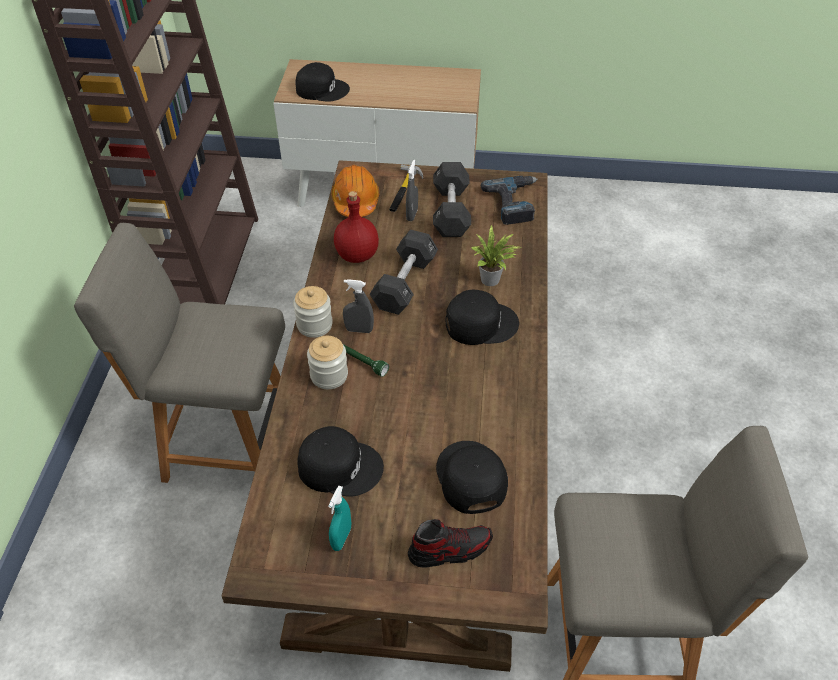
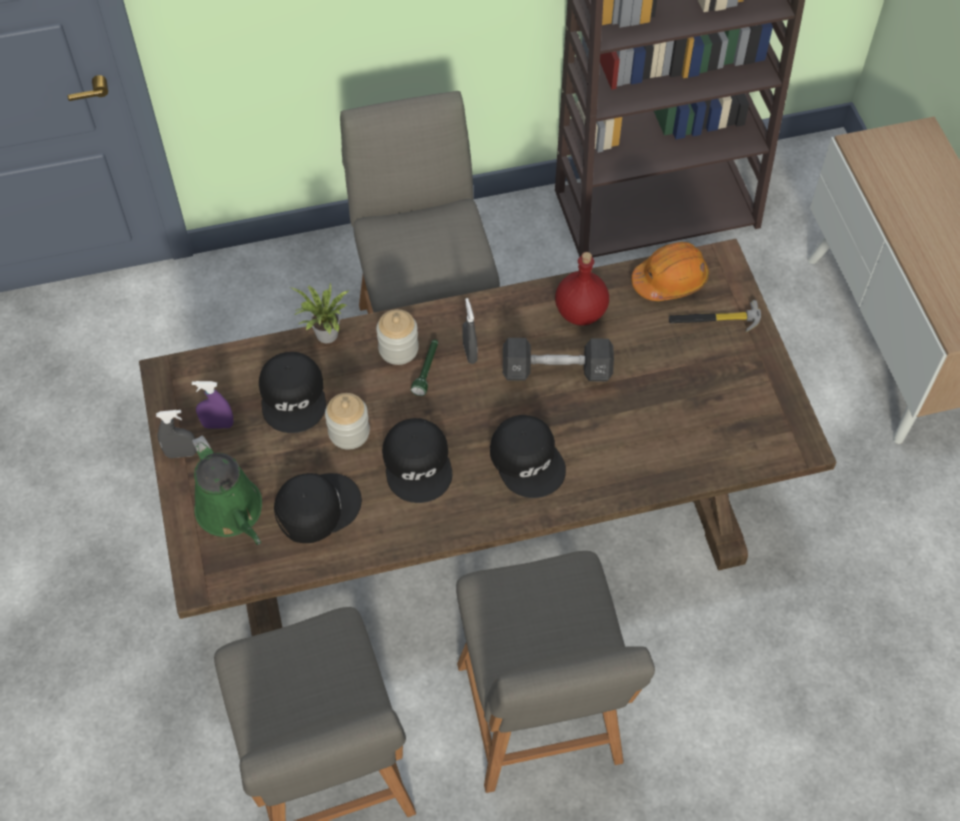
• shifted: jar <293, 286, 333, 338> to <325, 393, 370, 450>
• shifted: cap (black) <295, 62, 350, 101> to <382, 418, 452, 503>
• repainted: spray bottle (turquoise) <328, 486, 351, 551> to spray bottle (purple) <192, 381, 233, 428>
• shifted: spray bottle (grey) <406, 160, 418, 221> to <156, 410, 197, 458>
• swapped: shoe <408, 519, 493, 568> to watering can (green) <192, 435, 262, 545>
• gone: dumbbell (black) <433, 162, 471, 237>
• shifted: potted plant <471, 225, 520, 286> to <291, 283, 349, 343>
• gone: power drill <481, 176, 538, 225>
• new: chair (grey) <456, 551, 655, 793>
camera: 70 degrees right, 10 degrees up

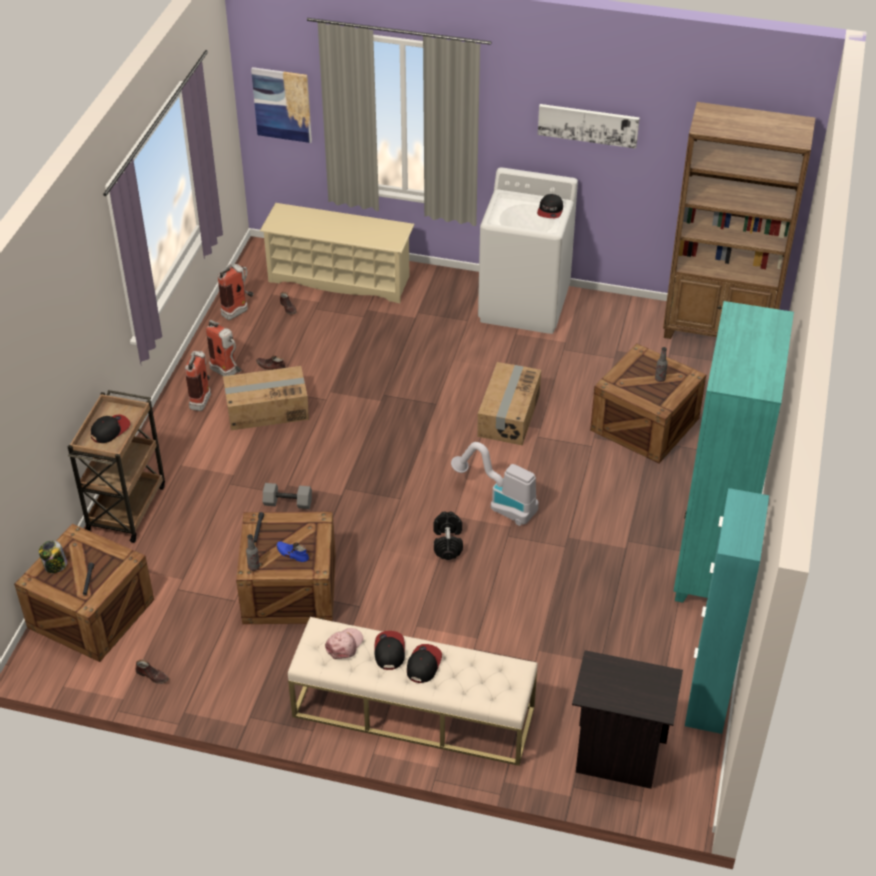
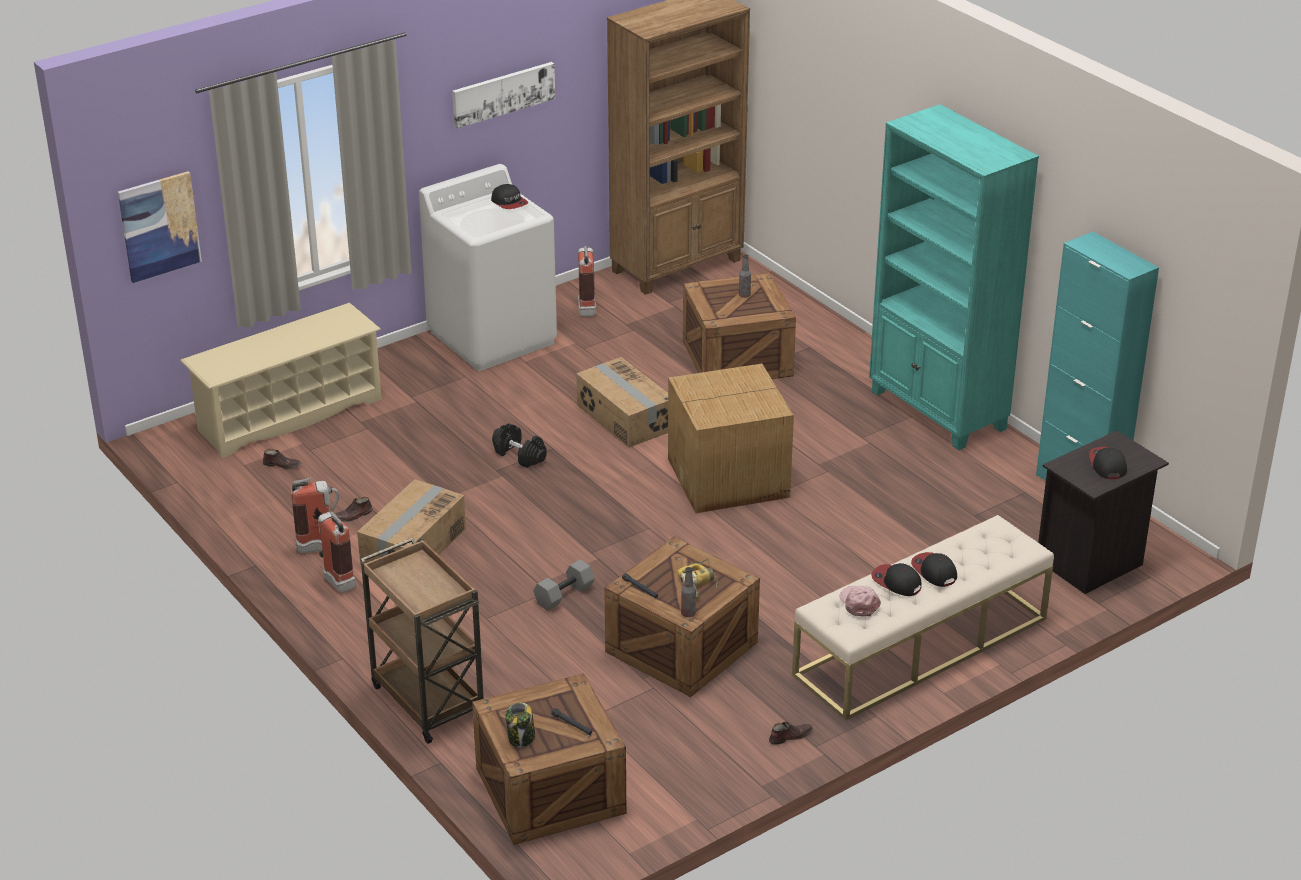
• shifted: cap <91, 414, 131, 443> to <1089, 447, 1127, 479>
• shifted: shoe (brown) <136, 660, 169, 684> to <769, 721, 813, 745>
• shifted: fire extinguisher <218, 264, 253, 320> to <578, 246, 596, 317>
• swapped: shoe (blue) <276, 541, 309, 562> to power drill <677, 558, 718, 599>
• shifted: dumbbell (black) <433, 511, 463, 560> to <492, 423, 547, 468>
• swapped: vacuum cleaner <451, 442, 539, 526> to cardboard box <668, 364, 794, 513>
camera: 50 degrees left, 10 degrees down

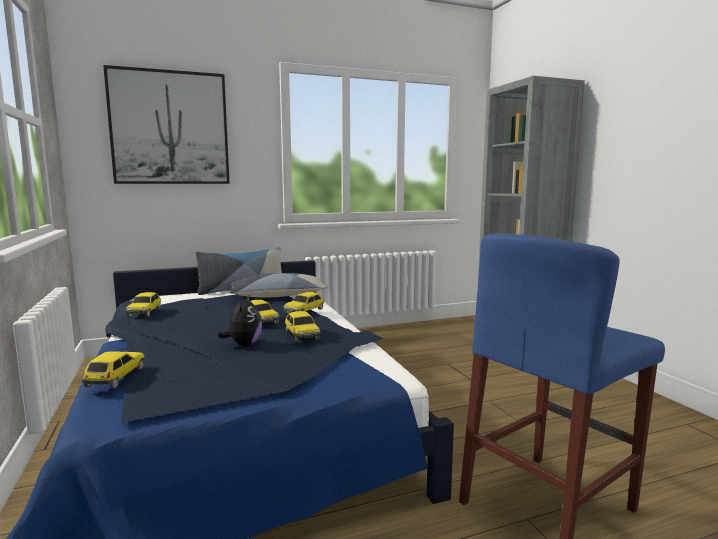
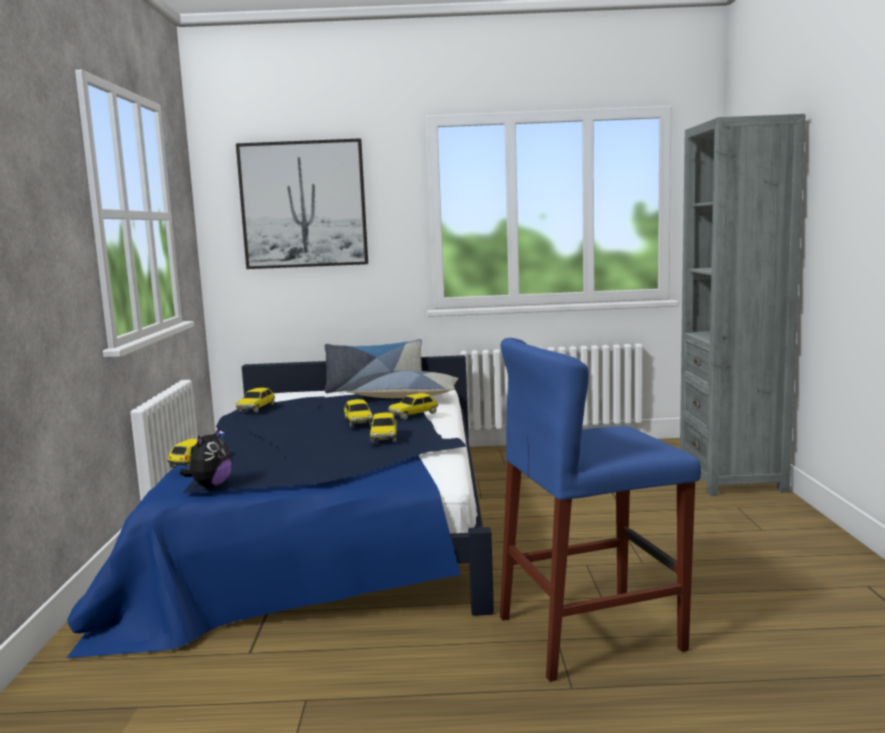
• shifted: plush toy <217, 294, 262, 346> to <180, 427, 233, 488>
camera: 20 degrees right, 0 degrees up

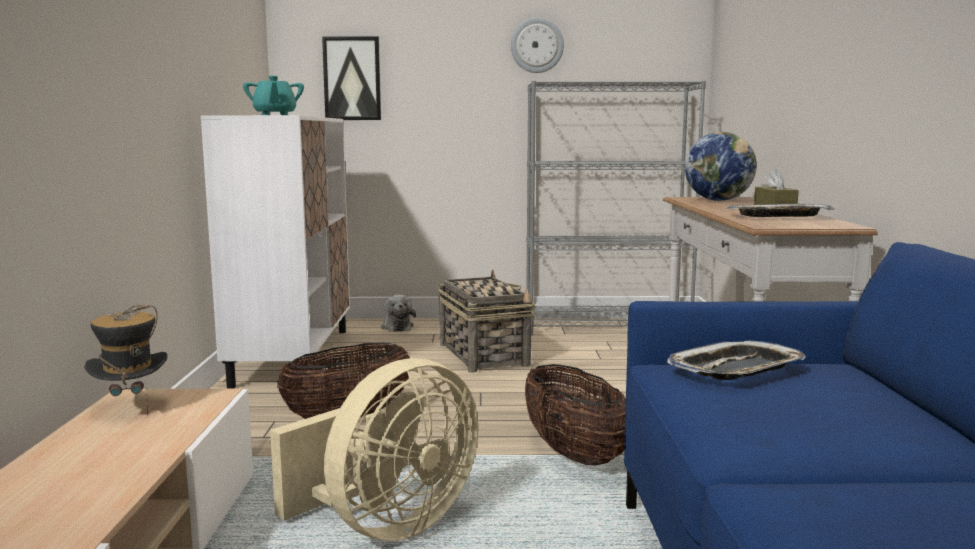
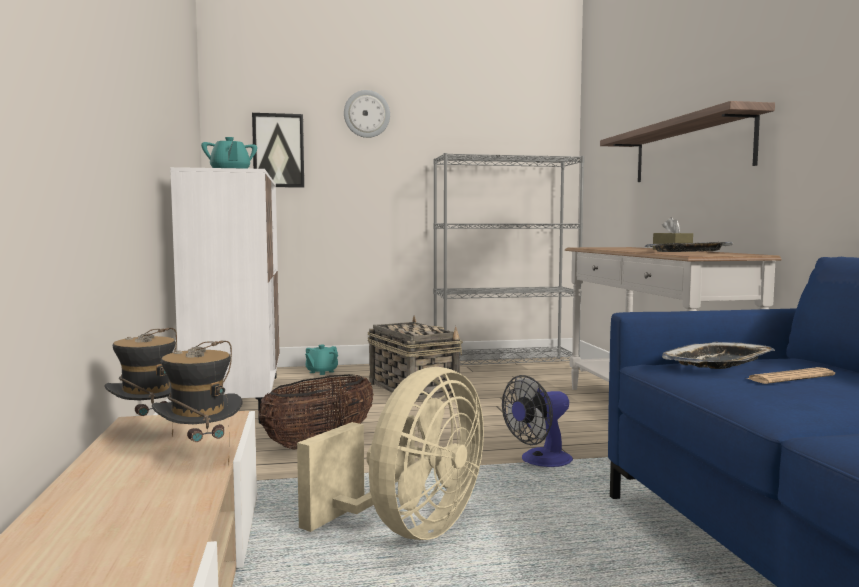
• swapped: plush toy <381, 295, 416, 332> to teapot (turquoise) <305, 345, 338, 375>
• shifted: wall clock <511, 17, 564, 73> to <344, 90, 390, 138>
• swapped: basket <525, 364, 626, 465> to fan <502, 375, 573, 467>
• gone: globe <685, 132, 757, 201>
• new: hat <152, 340, 243, 465>
• new: shelf <600, 101, 775, 182>
• new: newspaper <745, 367, 835, 384>
camera: 10 degrees left, 5 degrees down

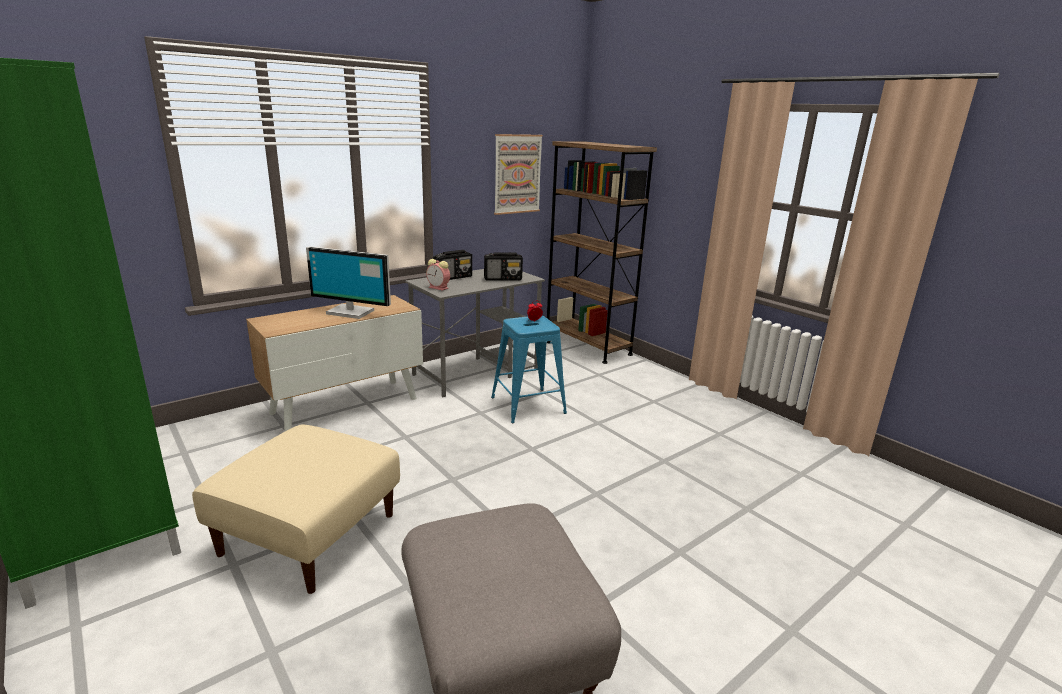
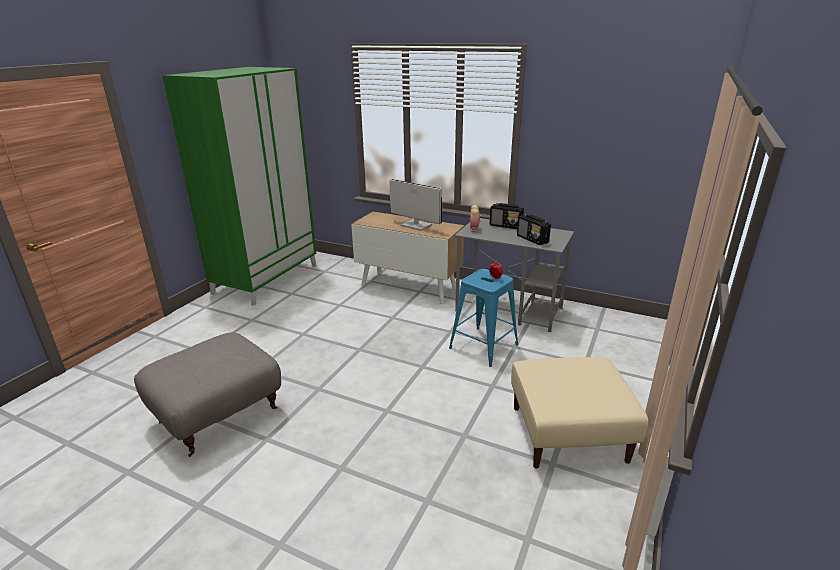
• shifted: ottoman (beige) <192, 425, 400, 594> to <511, 357, 648, 468>
• rotated: monitor <306, 246, 391, 319> = <389, 179, 442, 231> 135 degrees clockwise
• gone: picture <494, 134, 543, 215>
• gone: bookcase (brown) <547, 141, 657, 364>
camera: 65 degrees right, 5 degrees up

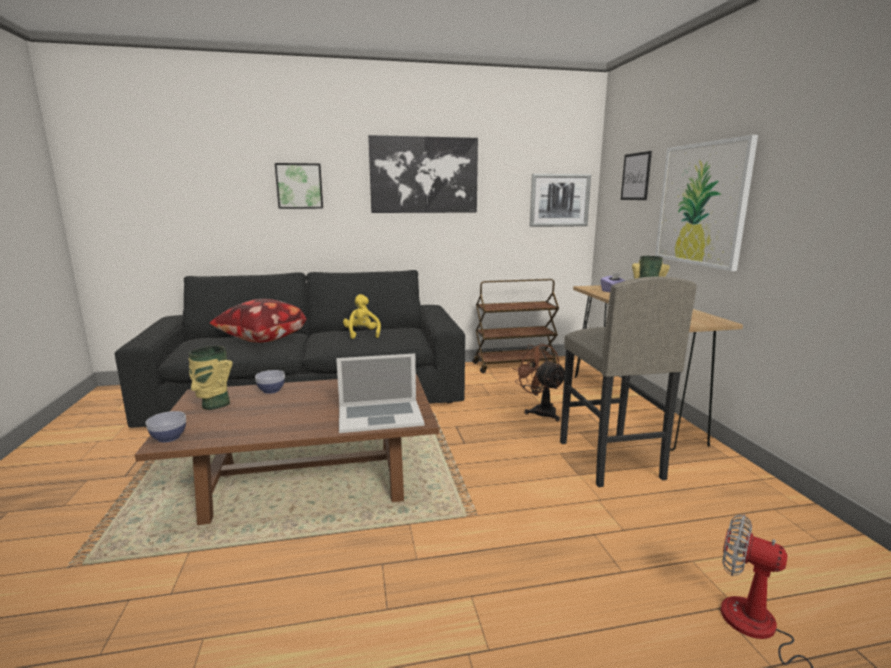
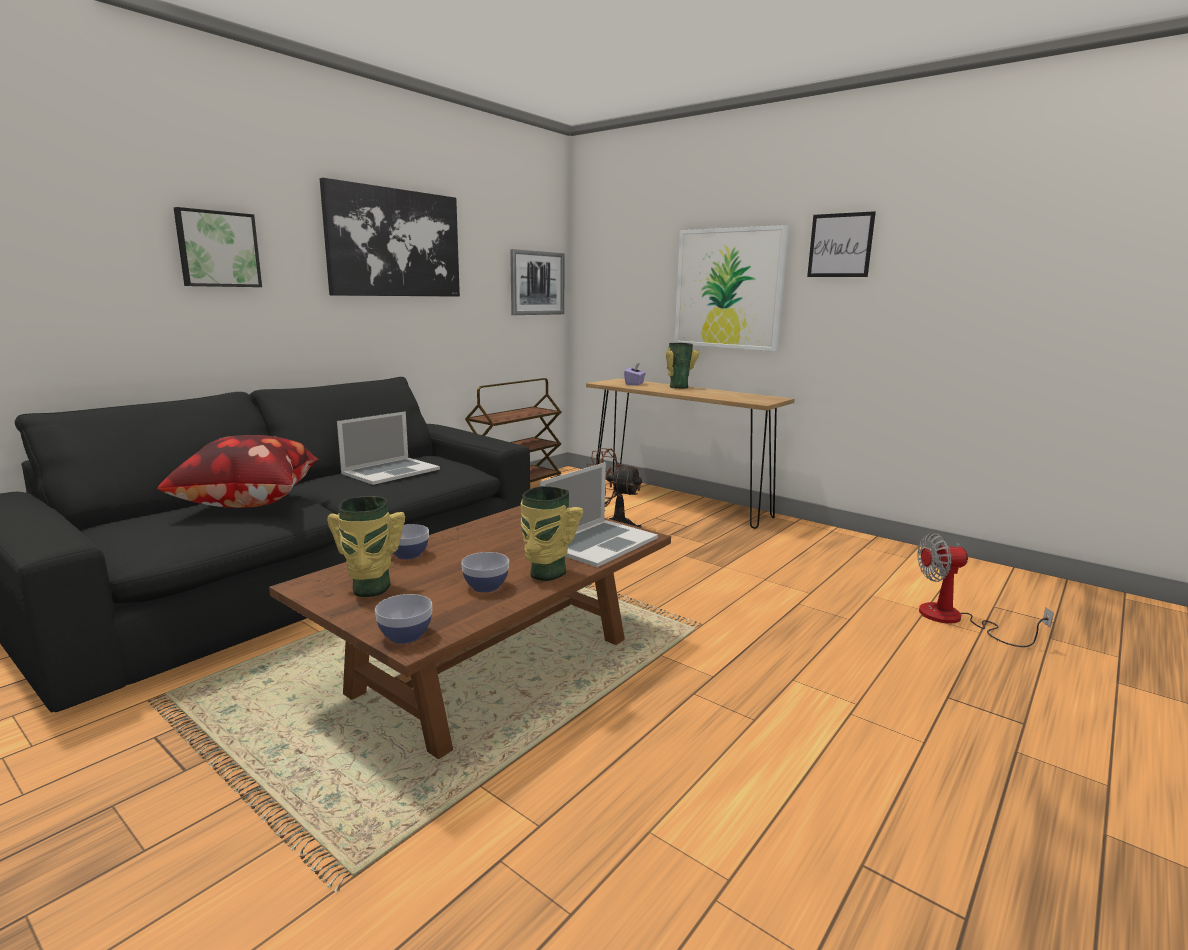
• swapped: plush toy (yellow) <343, 294, 381, 339> to laptop <337, 411, 440, 485>
• gone: stool (grey) <560, 276, 697, 487>
• shifted: picture <621, 151, 652, 200> to <807, 211, 876, 277>
• new: bowl <461, 552, 509, 593>
• new: vase <521, 486, 583, 581>
camera: 40 degrees left, 0 degrees up

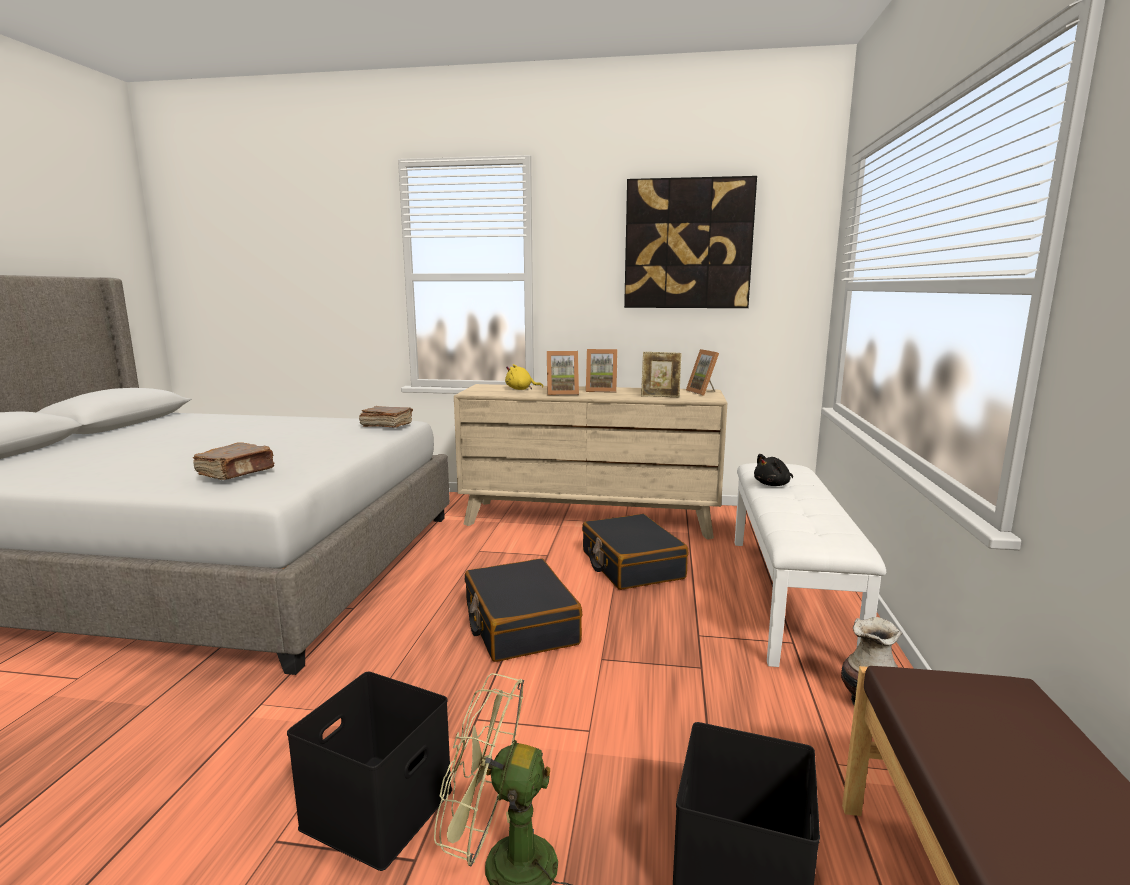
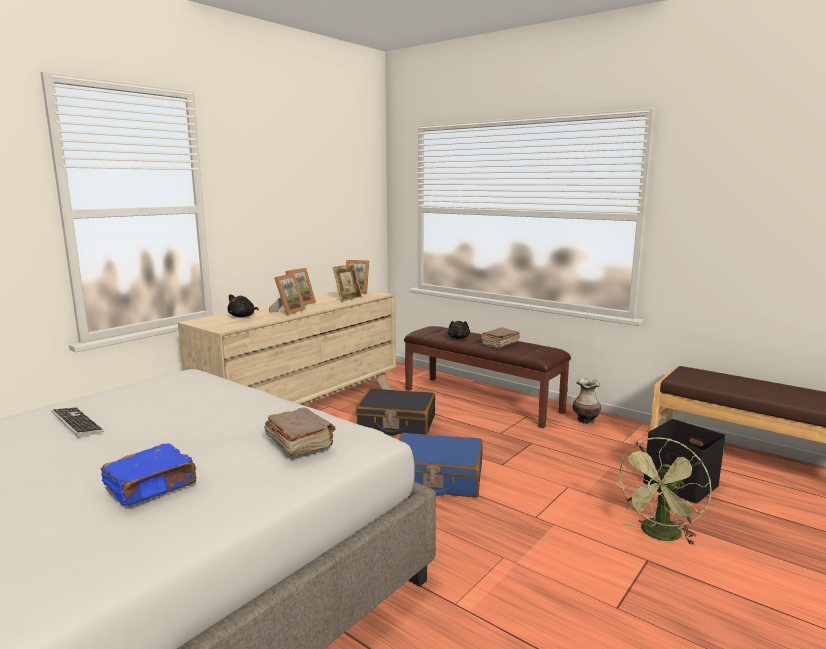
• gone: storage box (black) <287, 672, 452, 871>
• shifted: book (brown) <359, 406, 413, 428> to <481, 328, 520, 349>
• repainted: suitcase (black) <465, 558, 582, 662> to suitcase (blue) <399, 433, 483, 497>
• repainted: plush toy (yellow) <505, 364, 543, 390> to plush toy (black) <228, 294, 259, 317>
• gone: picture <624, 176, 757, 308>
• repainted: bench (white) <735, 463, 886, 667> to bench (brown) <404, 326, 571, 428>
• new: keyboard <51, 407, 104, 437>
• new: book (blue) <101, 443, 196, 506>
camera: 60 degrees left, 0 degrees up

